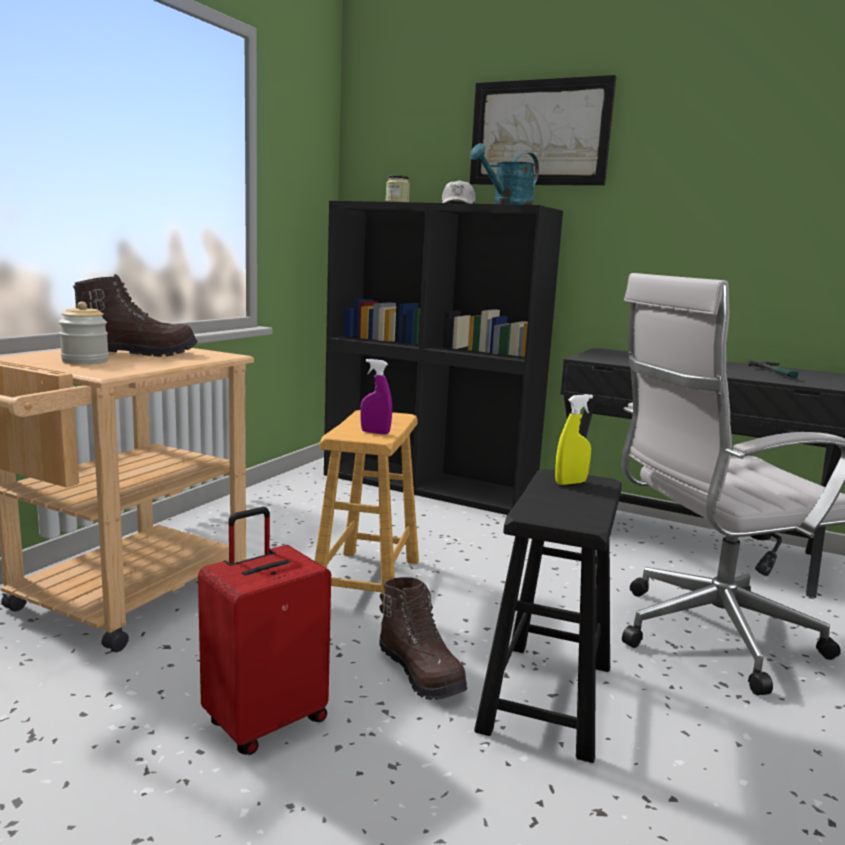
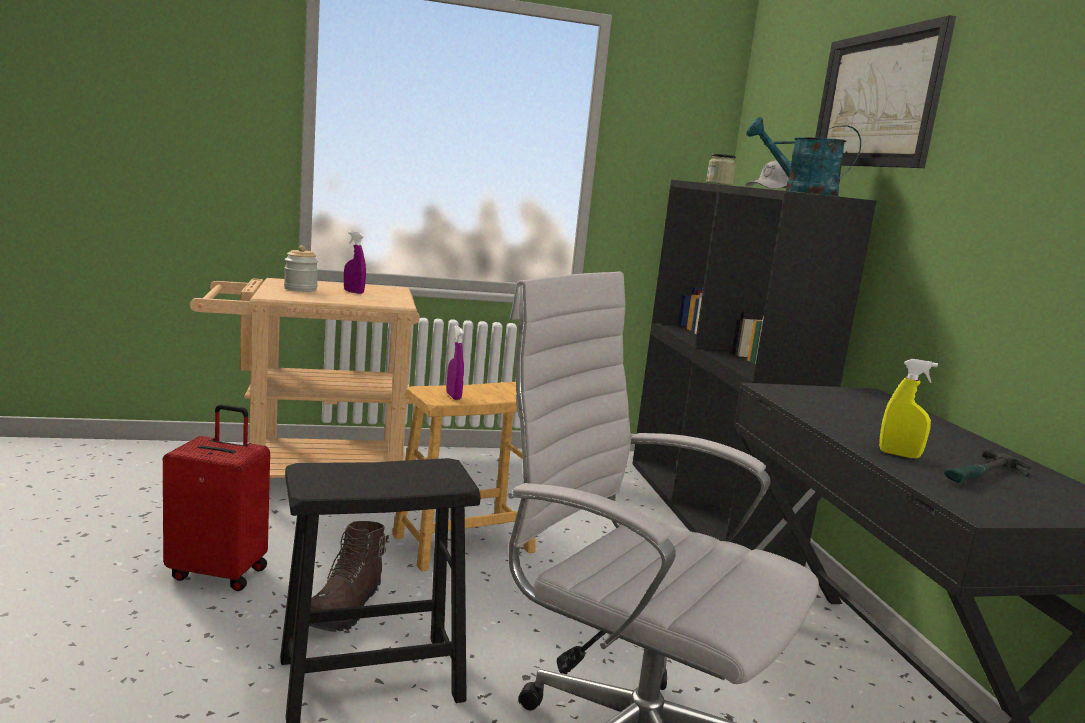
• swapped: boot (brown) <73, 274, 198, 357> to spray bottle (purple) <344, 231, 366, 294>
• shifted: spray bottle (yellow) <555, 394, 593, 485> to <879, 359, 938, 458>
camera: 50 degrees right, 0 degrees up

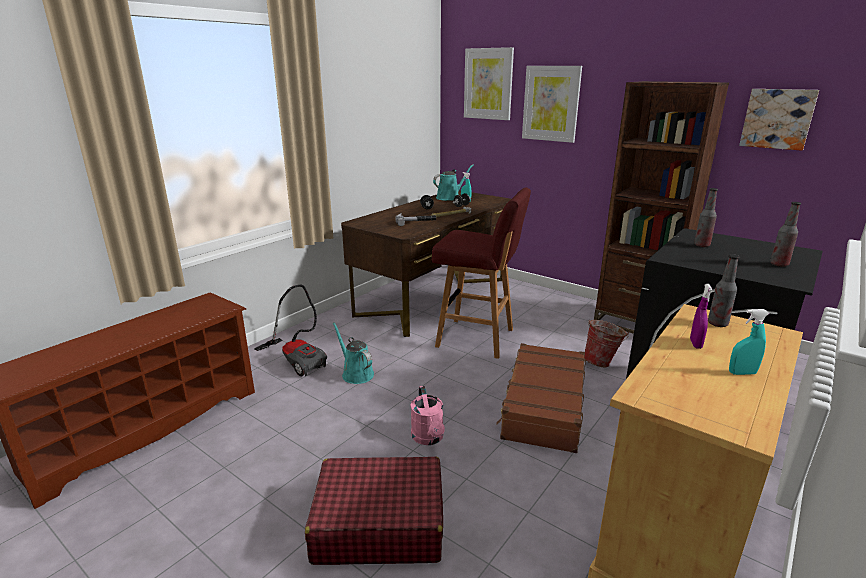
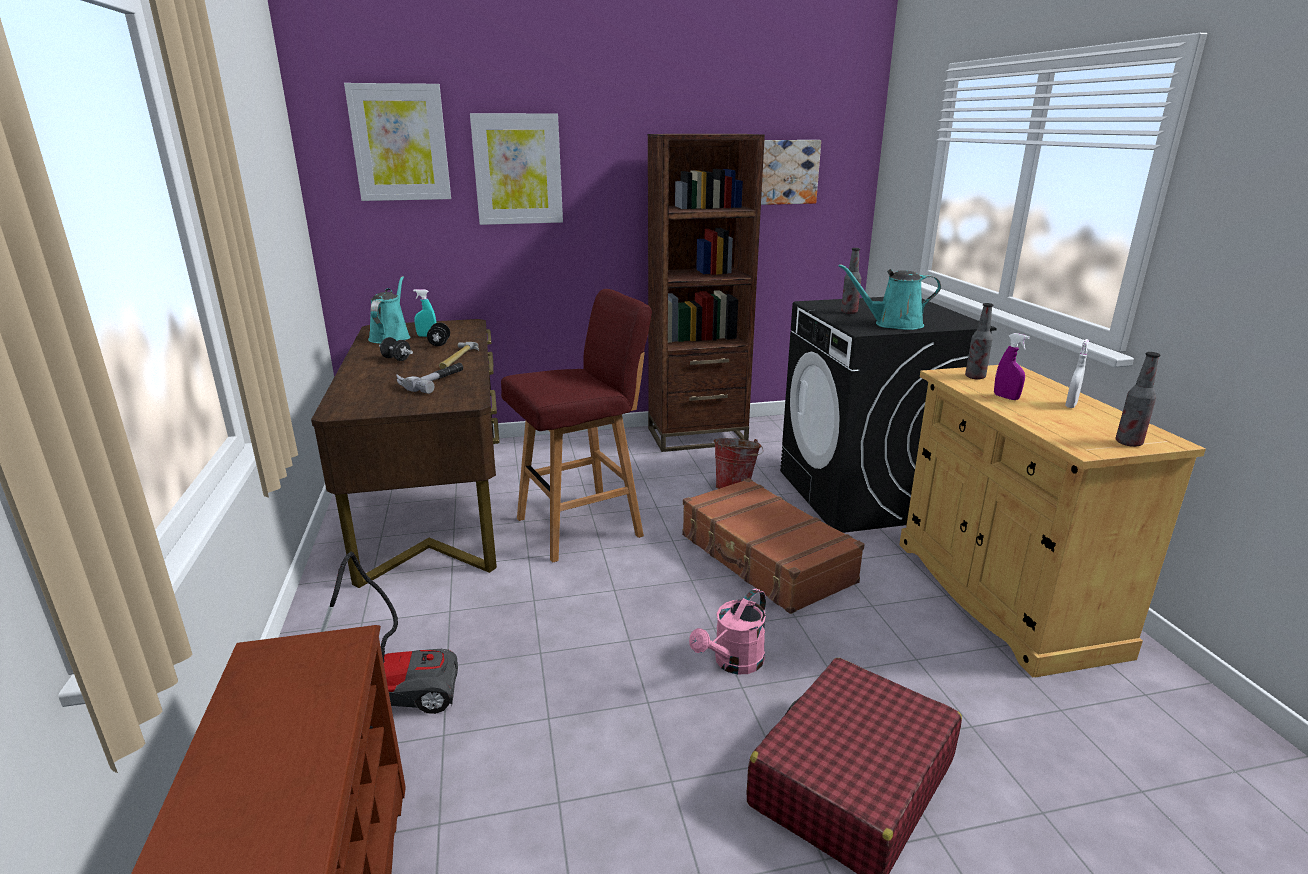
• shifted: watering can (turquoise) <332, 322, 374, 384> to <839, 264, 941, 330>
• rotated: watering can (pink) <410, 386, 445, 445> = <689, 588, 766, 675> 105 degrees clockwise
• repainted: spray bottle (turquoise) <729, 309, 770, 375> to spray bottle (white) <1065, 339, 1089, 408>
• shifted: bottle <770, 202, 801, 267> to <1116, 352, 1160, 447>
camera: 50 degrees left, 0 degrees up

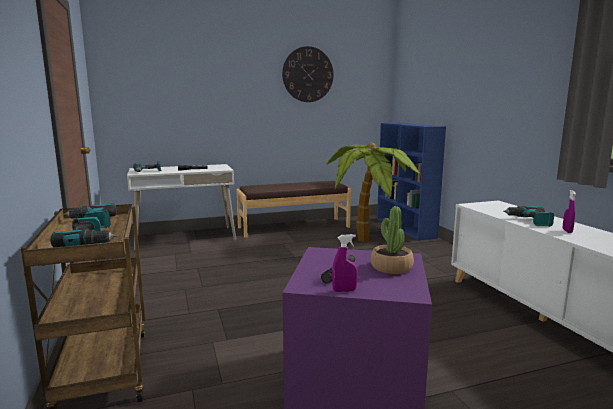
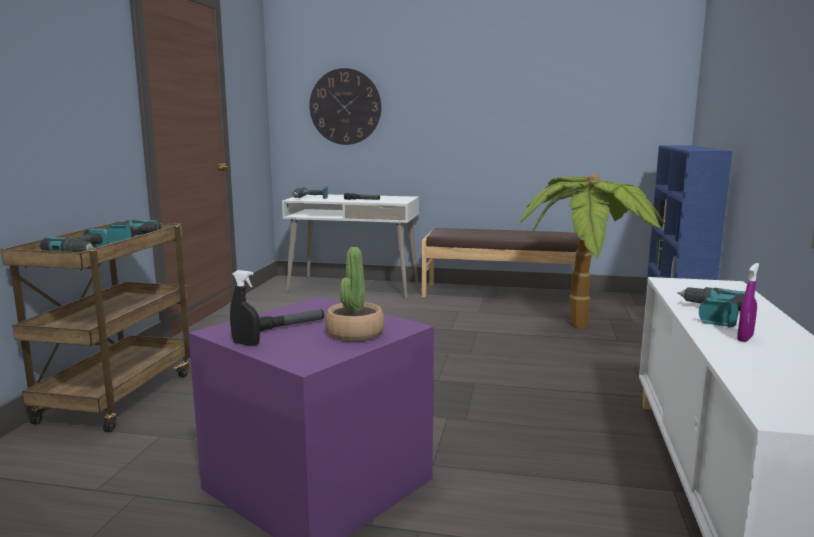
• shifted: wall clock <282, 46, 334, 102> to <309, 68, 381, 145>
• repainted: spray bottle (purple) <332, 234, 358, 292> to spray bottle (black) <230, 270, 260, 346>
camera: 30 degrees right, 0 degrees up

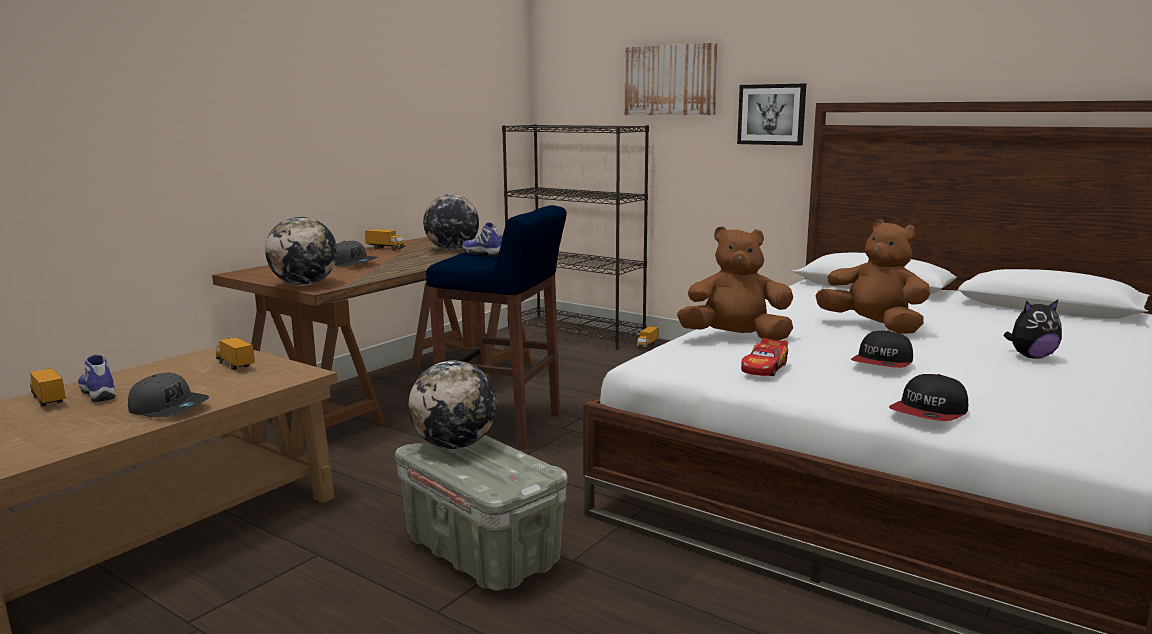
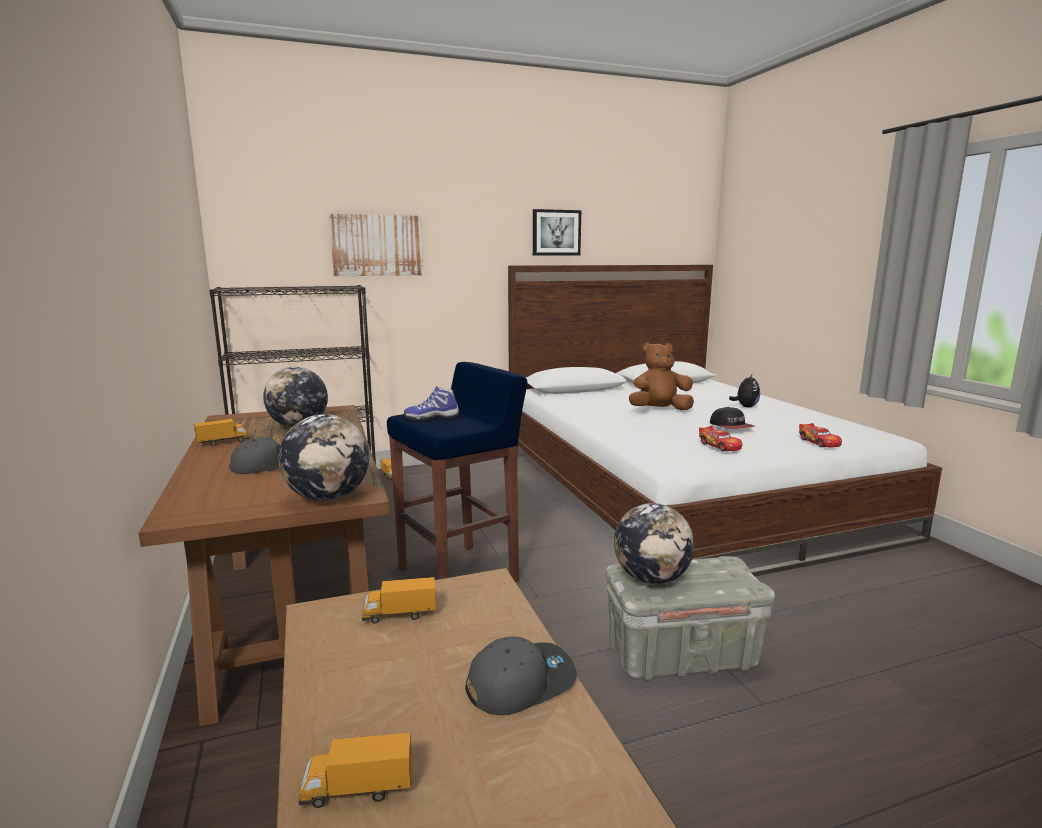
• gone: shoe <78, 355, 116, 402>
• gone: plush toy (brown) <677, 226, 793, 340>
• shifted: picture <737, 84, 806, 145> to <533, 209, 581, 255>
• swapped: cap <889, 374, 968, 421> to toy car <799, 423, 842, 447>
camera: 55 degrees left, 0 degrees up

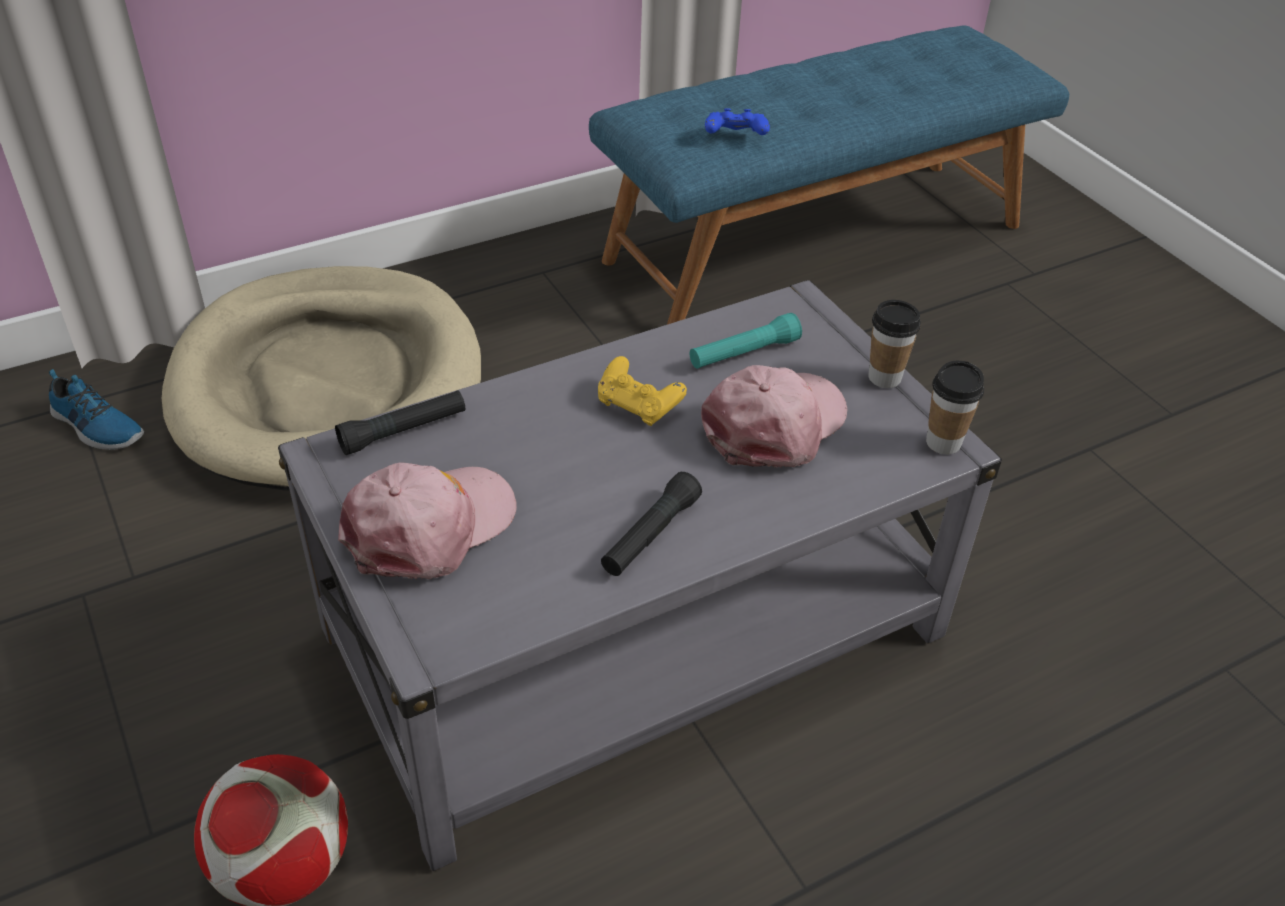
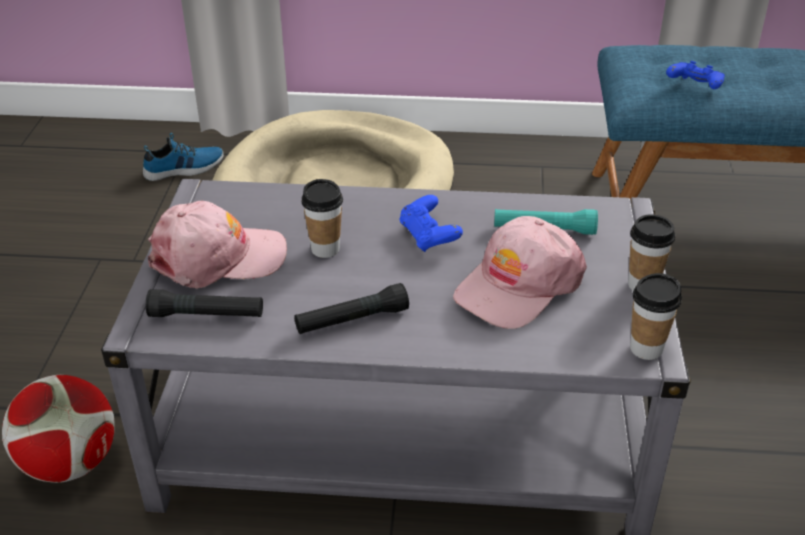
• rotated: shoe <49, 369, 144, 450> = <143, 133, 224, 181> 90 degrees counterclockwise
• shifted: flashlight (black) <335, 390, 465, 455> to <146, 289, 263, 317>
• repainted: game controller (yellow) <598, 356, 687, 426> to game controller (blue) <399, 195, 463, 252>
• rotated: cap (pink) <701, 365, 848, 468> = <453, 216, 587, 329> 150 degrees clockwise
• new: cup <301, 179, 343, 258>
camera: 35 degrees right, 5 degrees down

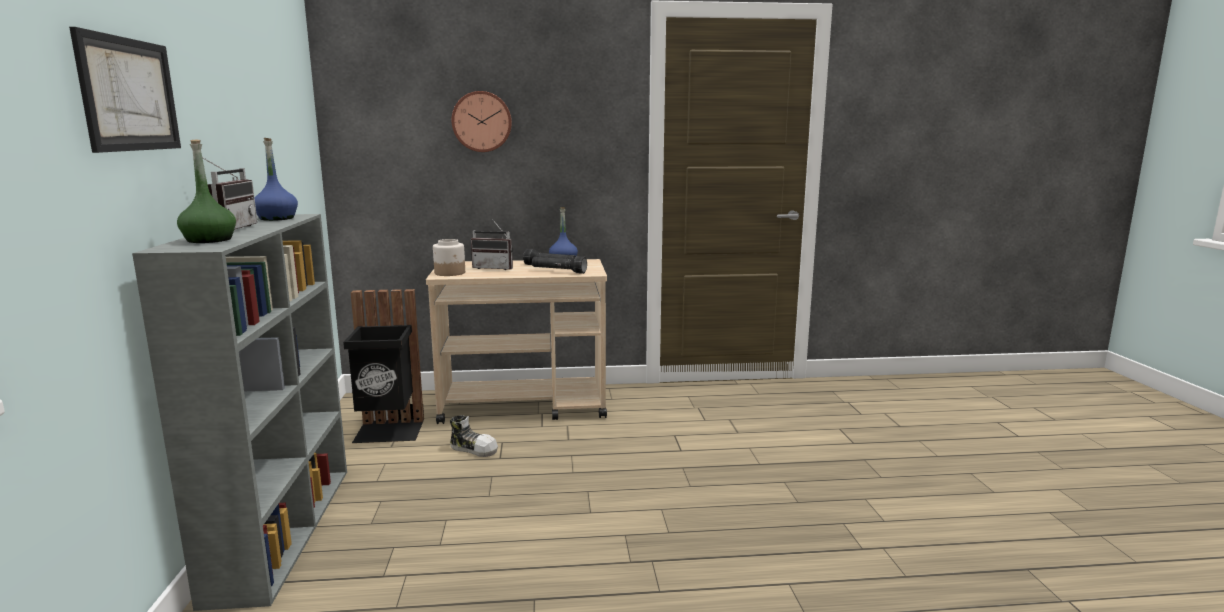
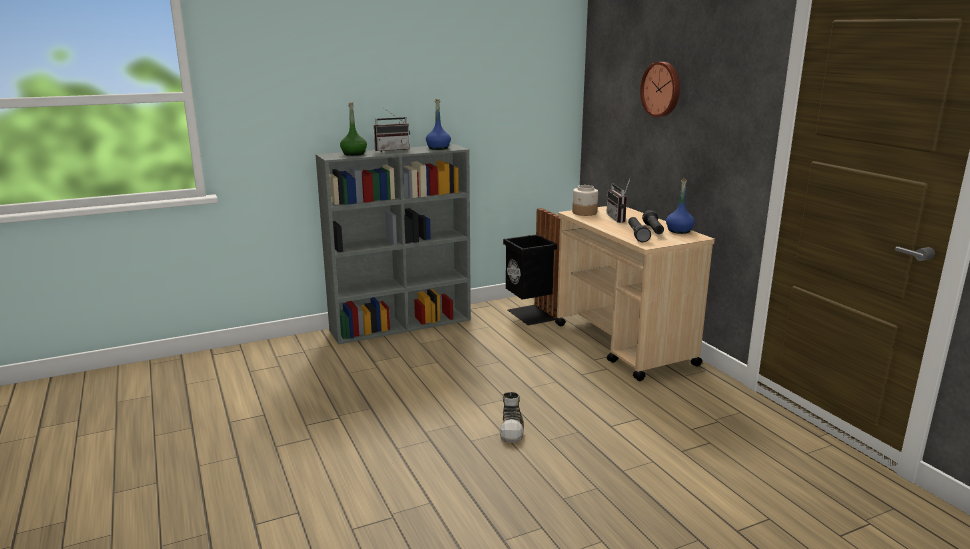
• gone: picture <69, 27, 181, 153>
• shifted: shoe <450, 415, 498, 457> to <500, 392, 524, 443>
camera: 70 degrees right, 5 degrees up

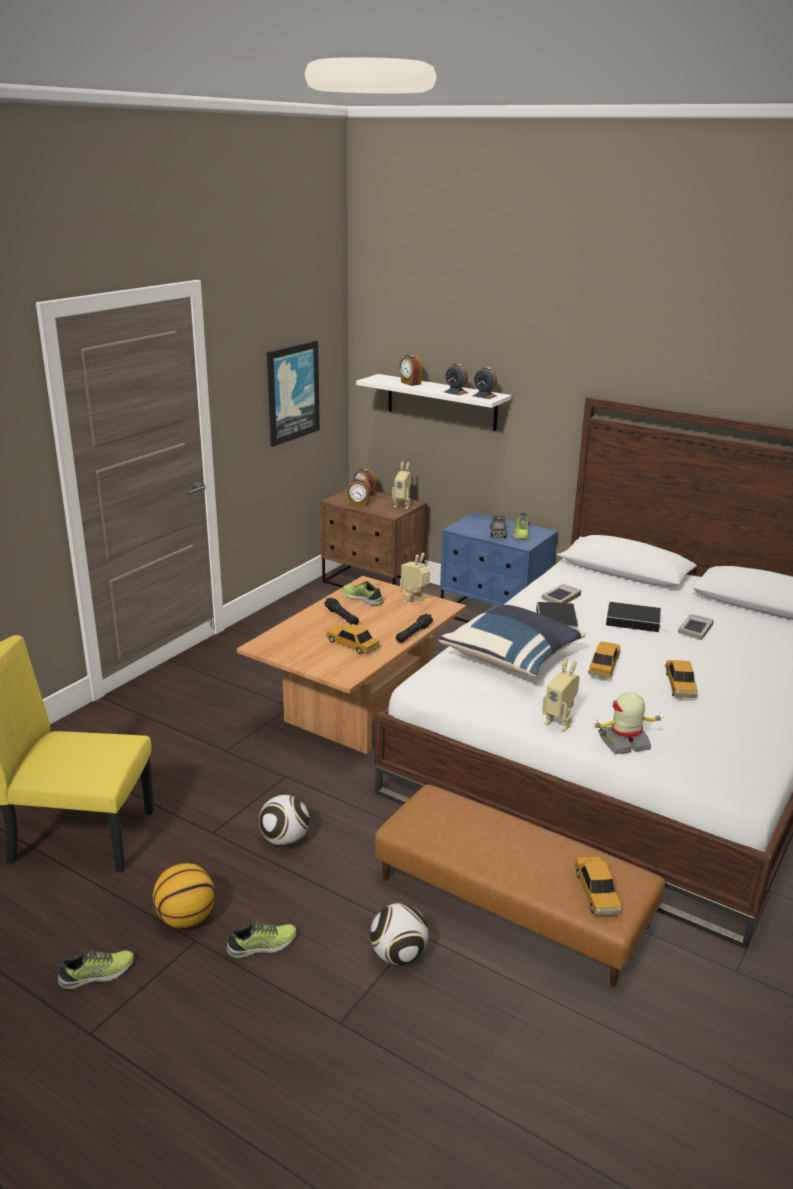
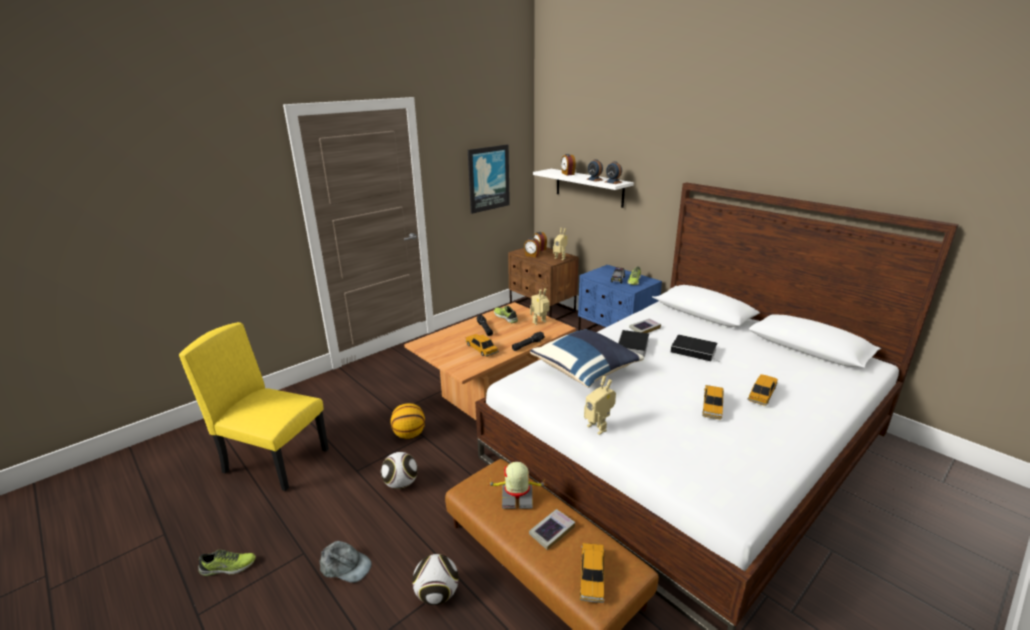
• shifted: basketball <153, 863, 215, 928> to <390, 403, 425, 439>
• swapped: shoe <227, 922, 296, 959> to cap (grey) <319, 541, 372, 583>
• shifted: toy car <588, 642, 620, 678> to <747, 374, 778, 406>
• shifted: toy robot <592, 693, 664, 754> to <487, 462, 546, 509>
• shifted: book <678, 614, 714, 640> to <529, 509, 575, 550>
camera: 15 degrees right, 0 degrees up

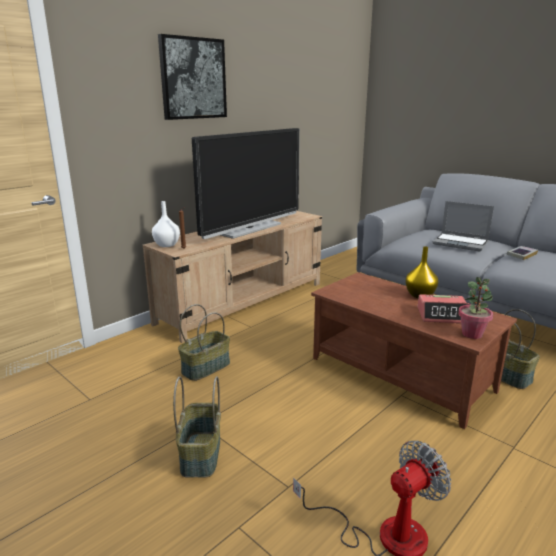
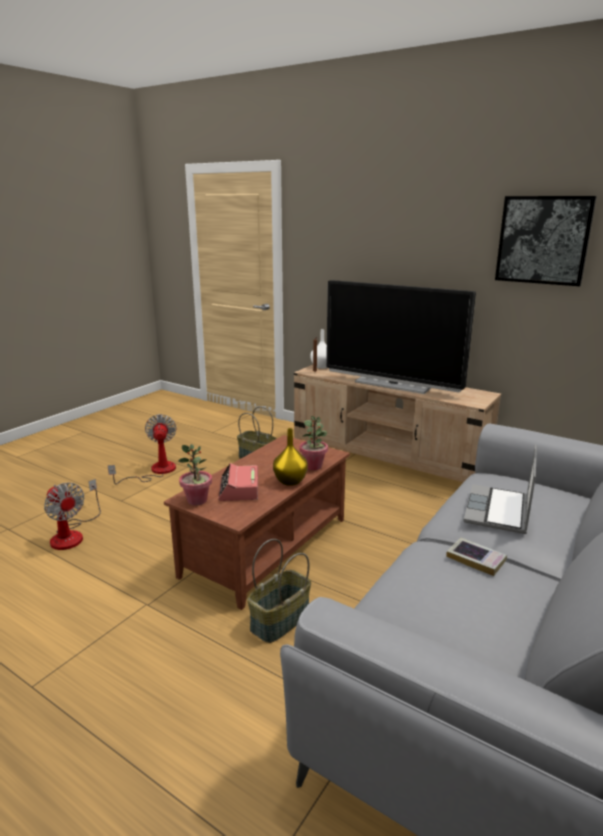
• shifted: picture <158, 34, 227, 120> to <495, 196, 597, 286>
• swapped: basket <173, 376, 221, 478> to fan <108, 414, 177, 484>
• new: potted plant <299, 416, 328, 470>
camera: 80 degrees right, 0 degrees up

